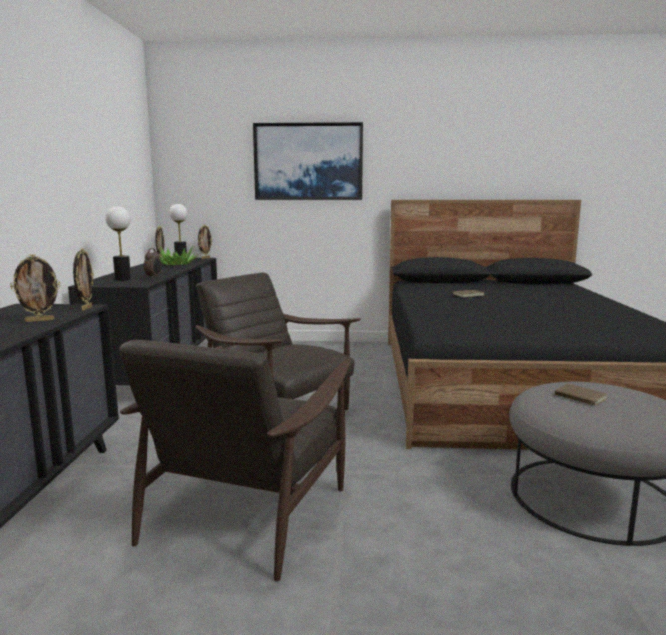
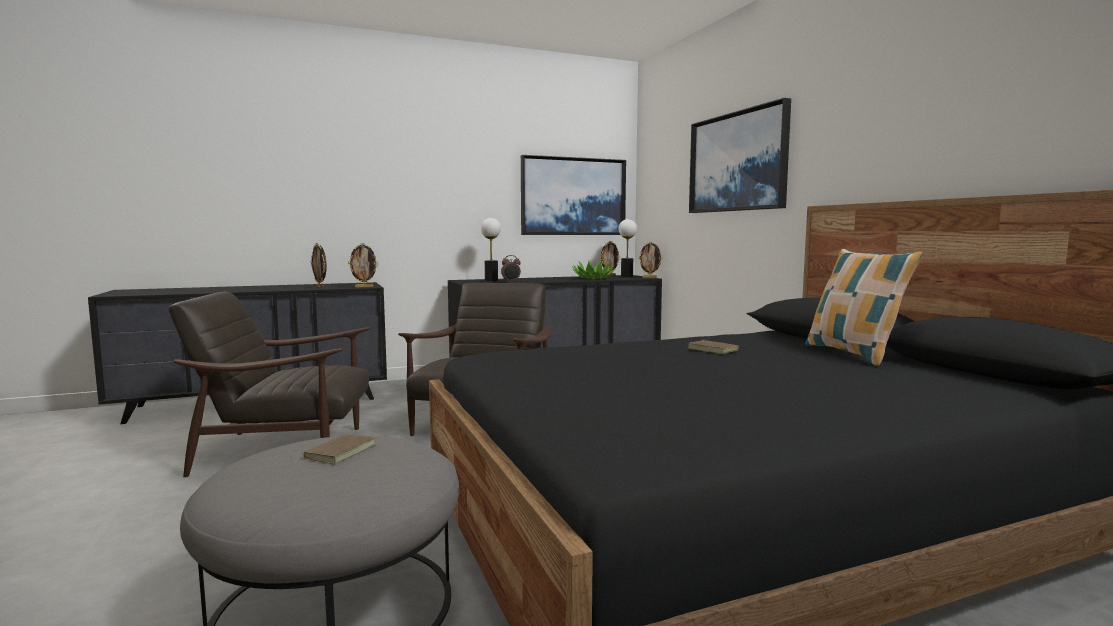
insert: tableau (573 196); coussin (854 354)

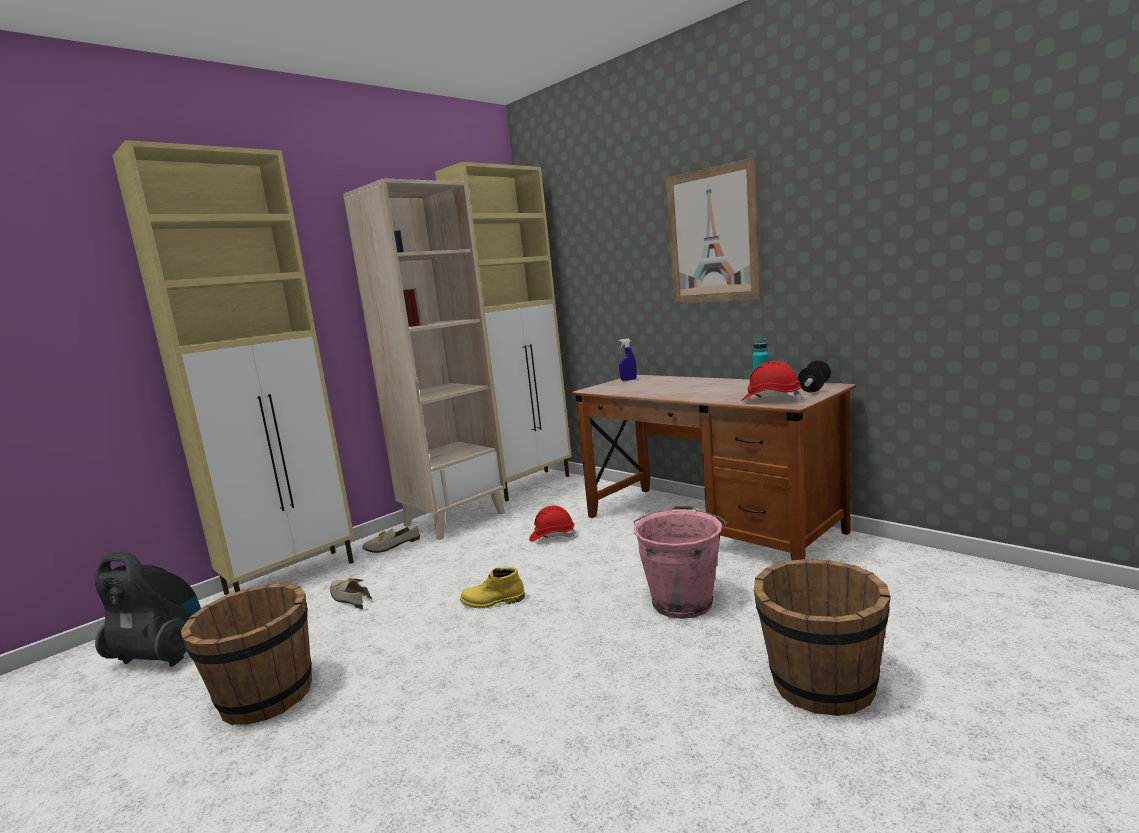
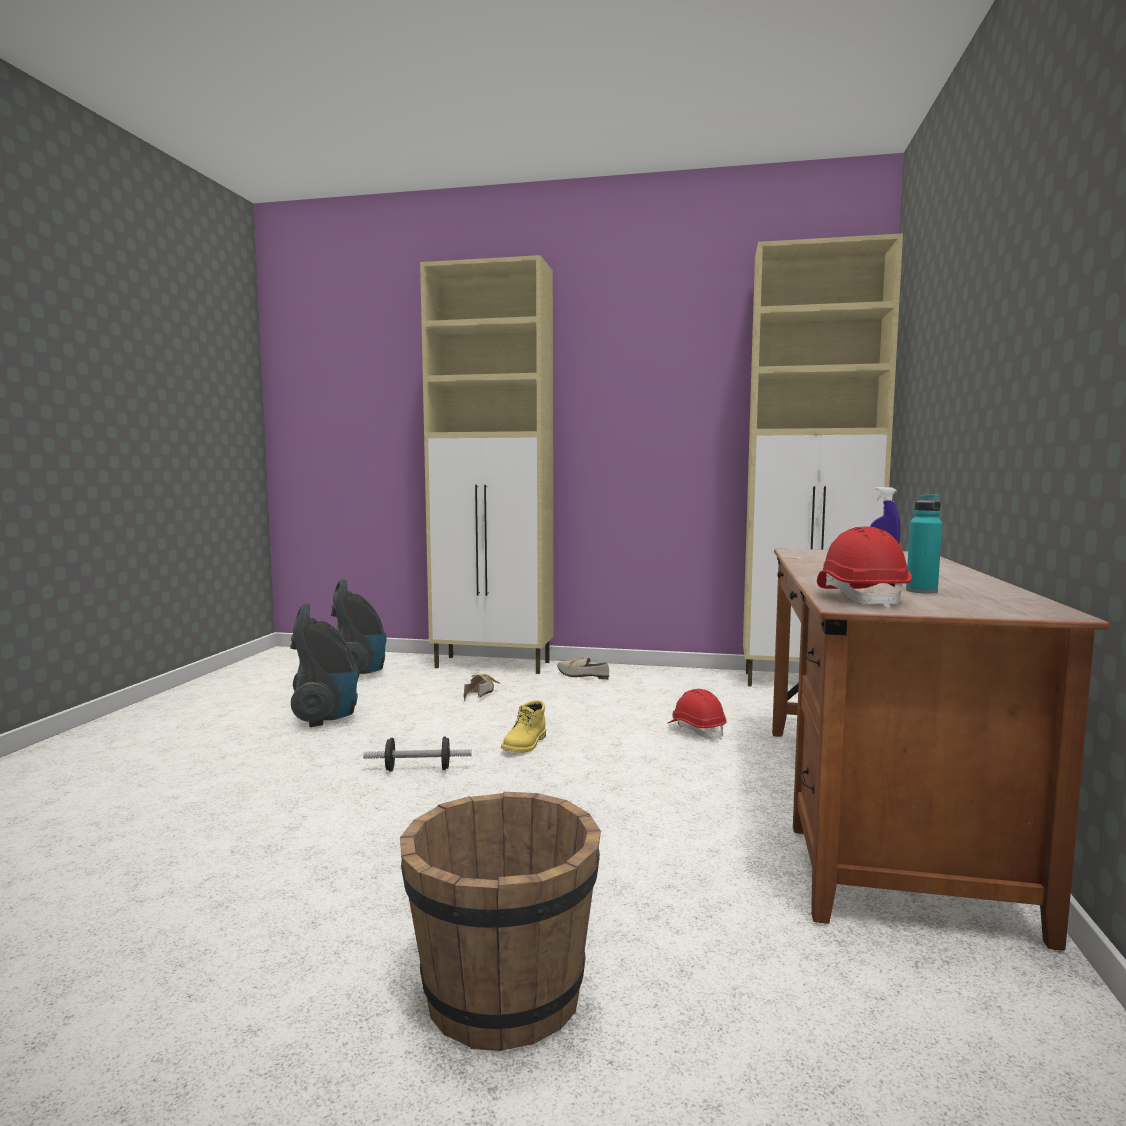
delete: bibliothèque (beige) (454 518); seau (rose) (683 601); tableau (712 236)
move: haltère (814 388) to (418 769)
replace: seau (marron) (265 697) to aspirateur (326 716)
rotate: botte (jaune) (492 602) = (525 744) 120 degrees counterclockwise

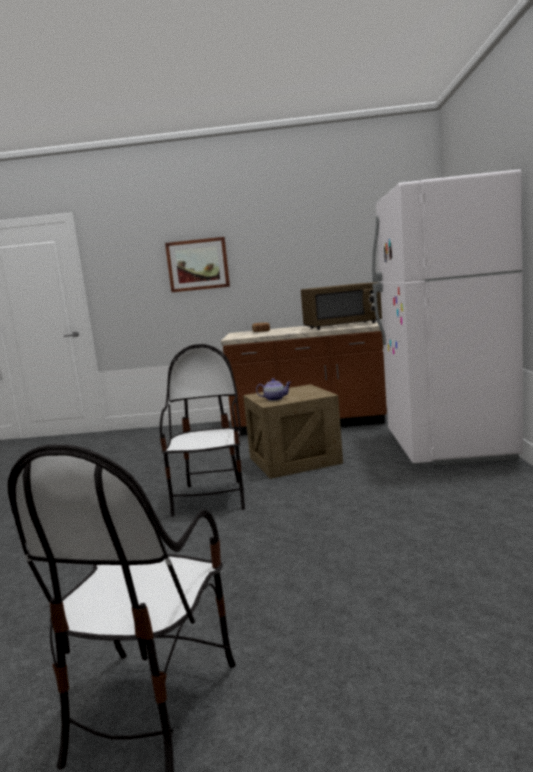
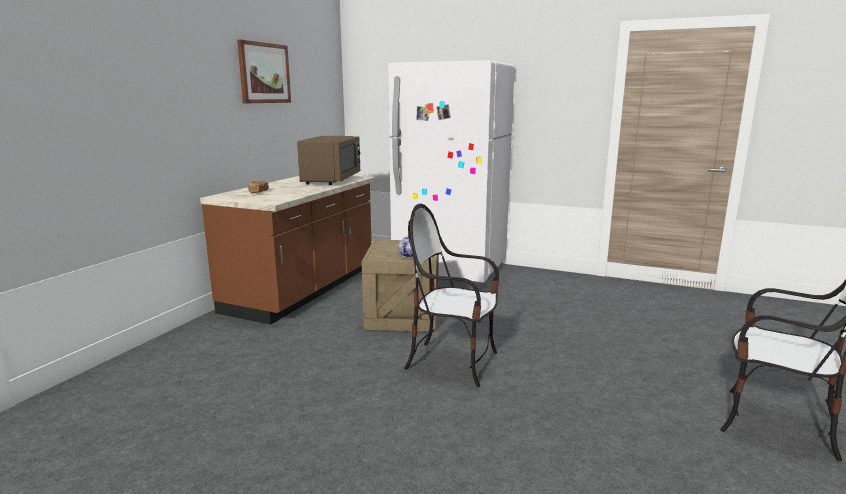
move: tableau (198 265) to (264 73)

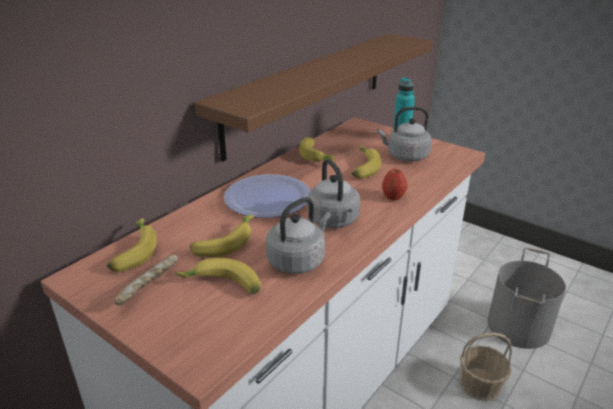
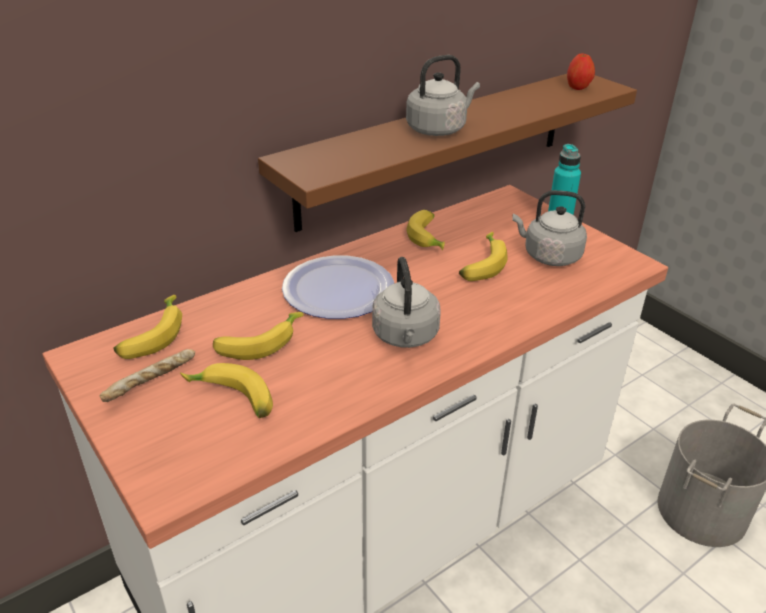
delete: panier (480 385)
move: bouilloire (gris) (298 260) to (438 129); pomme (393 197) to (578 87)

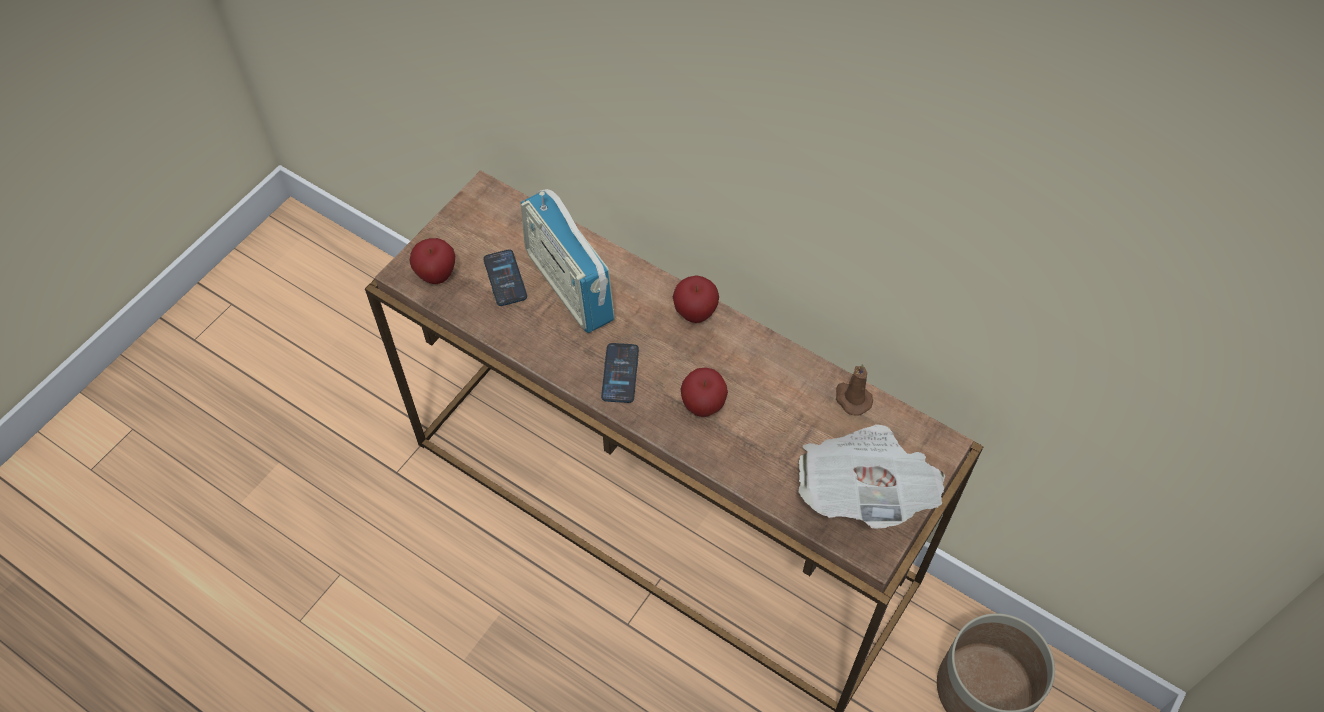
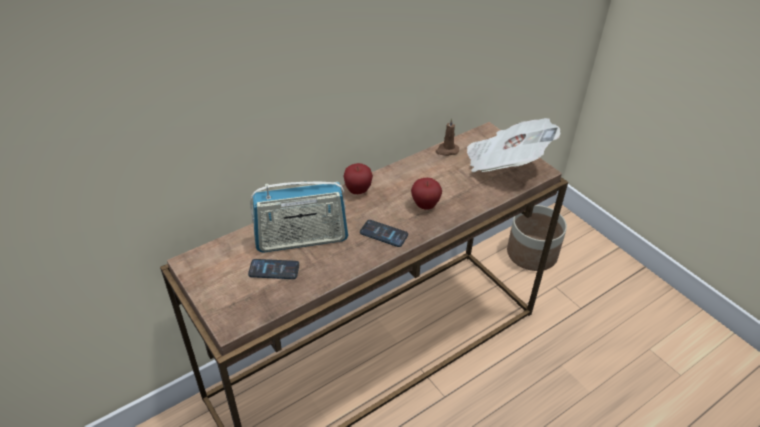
delete: pomme (436 275)

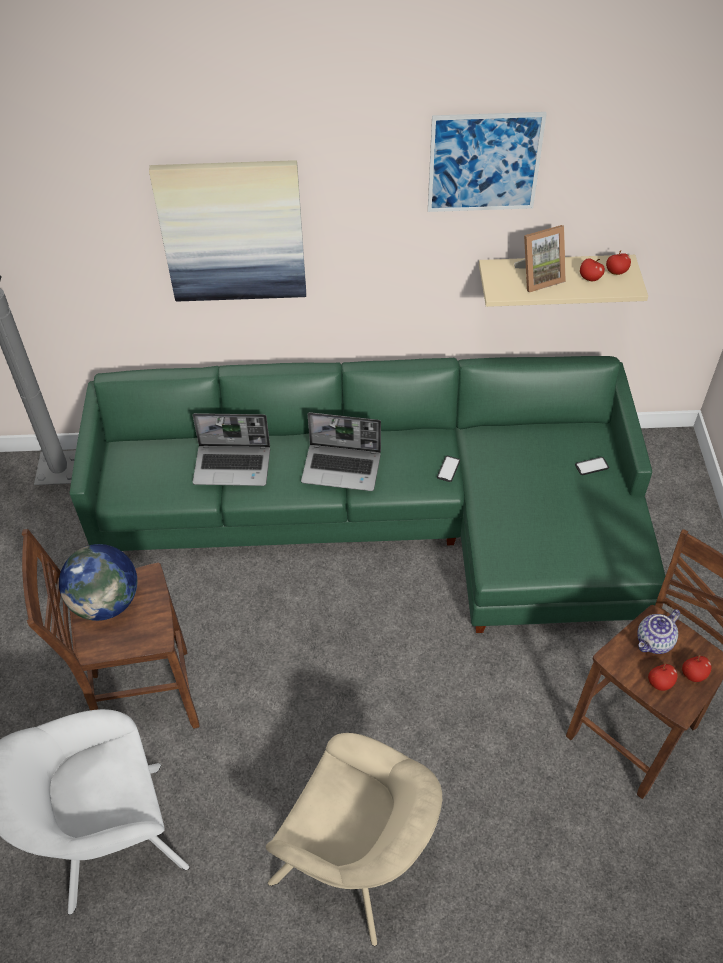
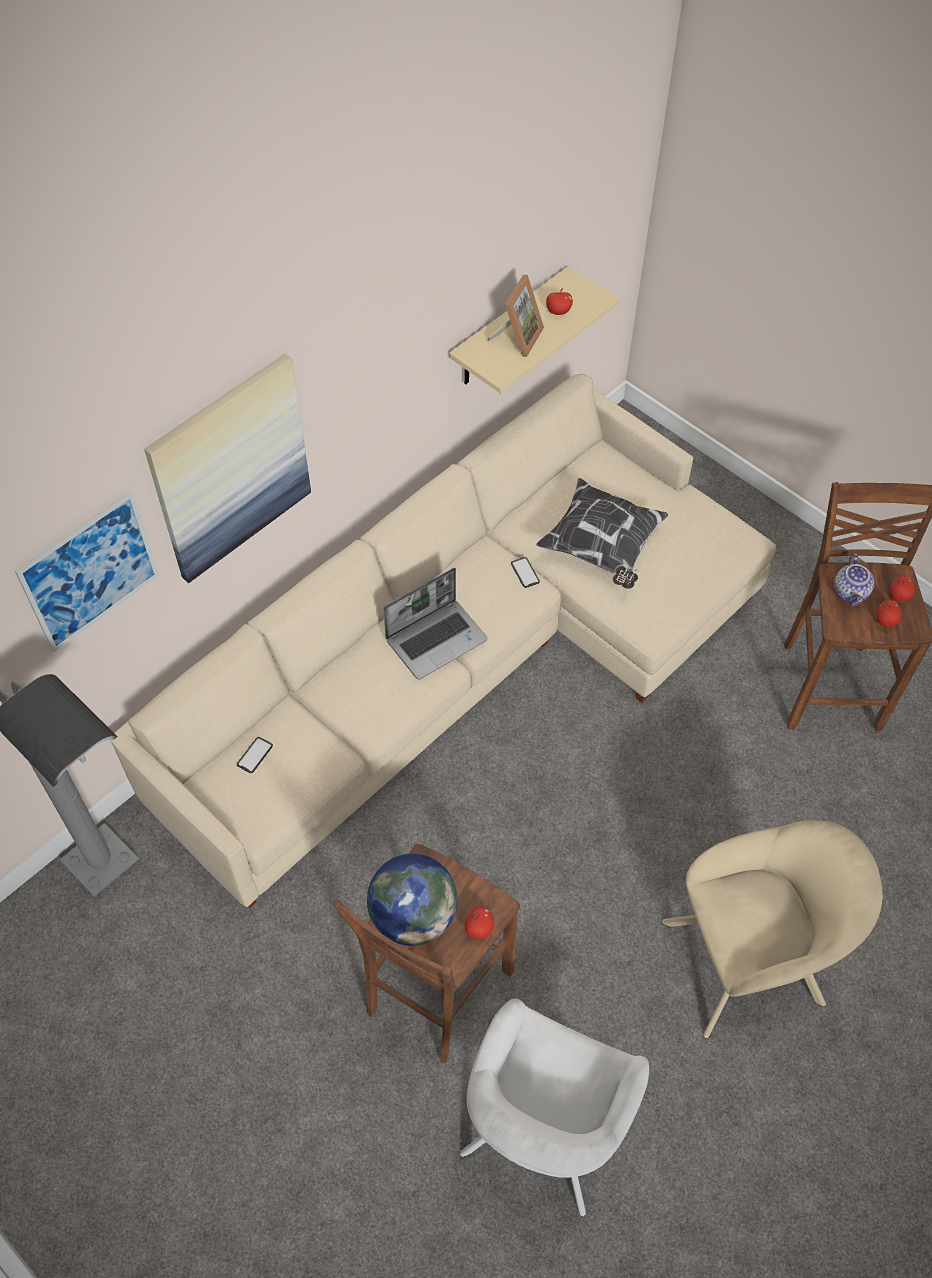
delete: ordinateur portable (233 466)
insert: coussin (602 547)
move: tableau (484 162) to (90 572); téléphone (591 466) to (255 755); pomme (616 272) to (479 928)
recolor: canapé (vert) (392 512) to canapé (beige) (467 654)

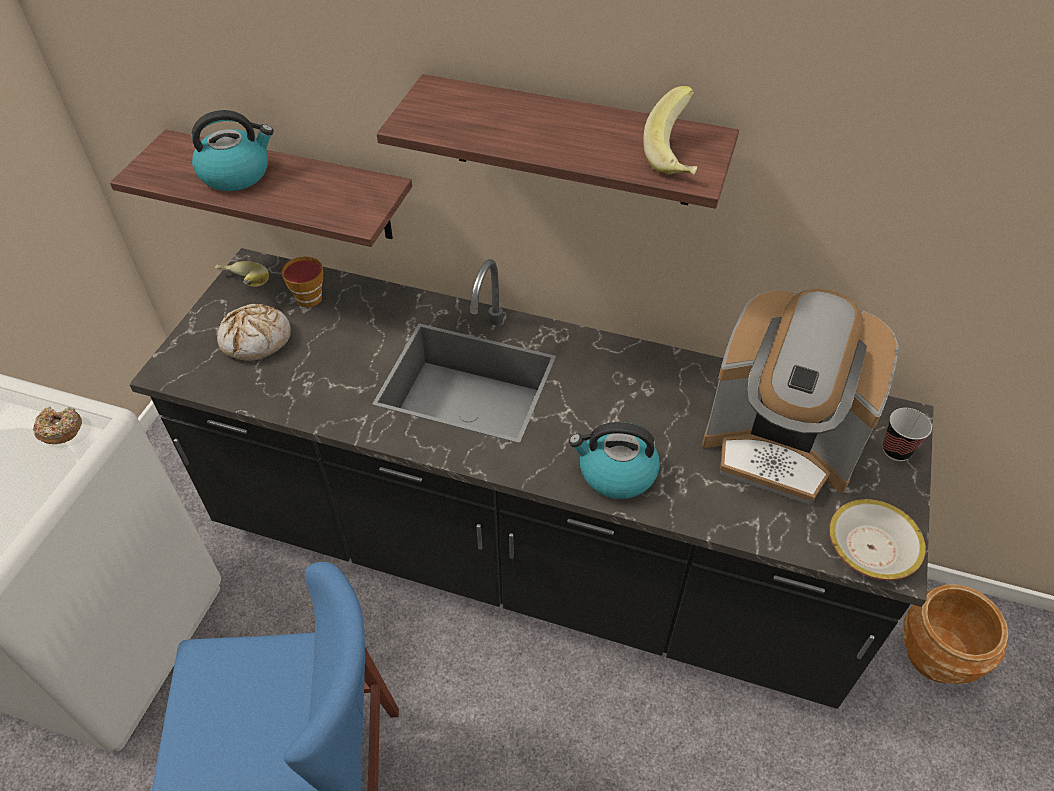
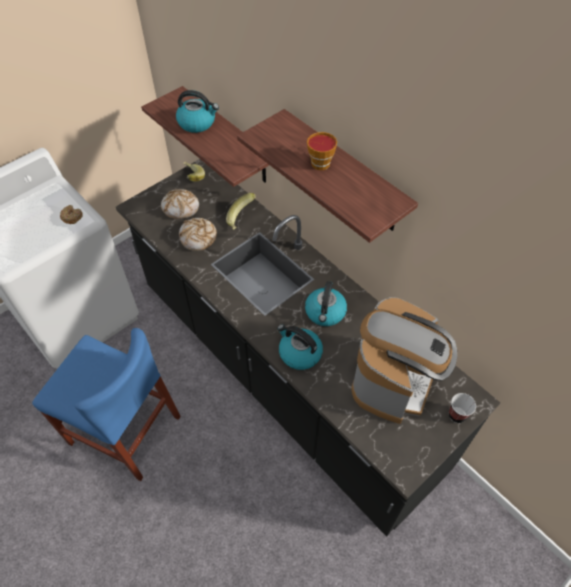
delete: bol (870 548); cache-pot (marron) (937 655)
insert: pain (198 238); bouilloire (325 313)
move: tasse (308 296) to (320 162); banane (677 156) to (242 219)
rotate: machine à café (779 446) = (393 381) 120 degrees counterclockwise

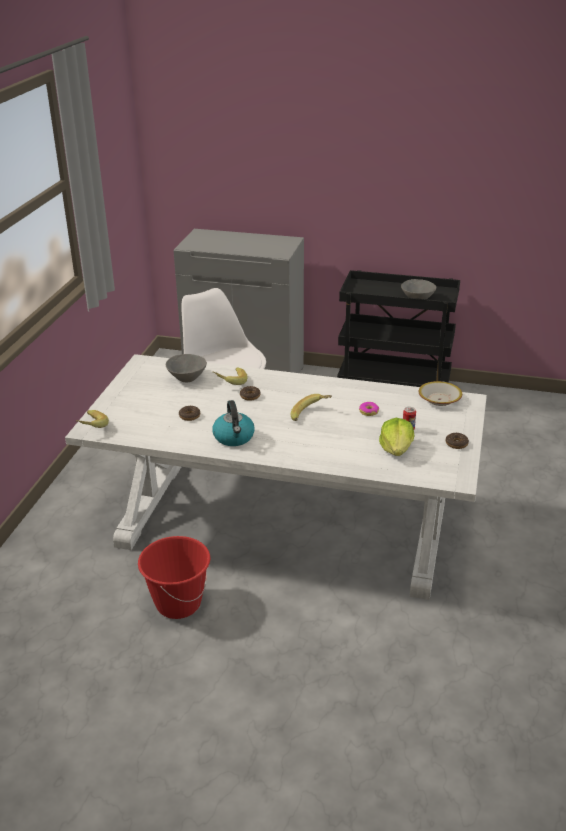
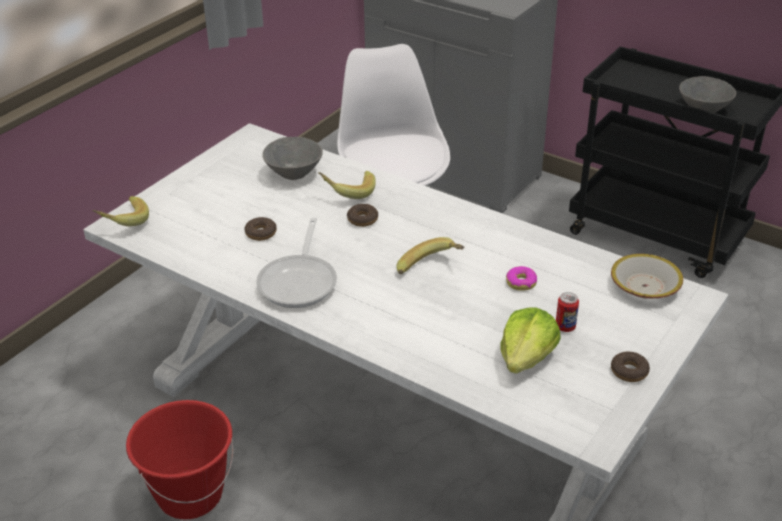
replace: bouilloire (234 437) to poêle (300 281)

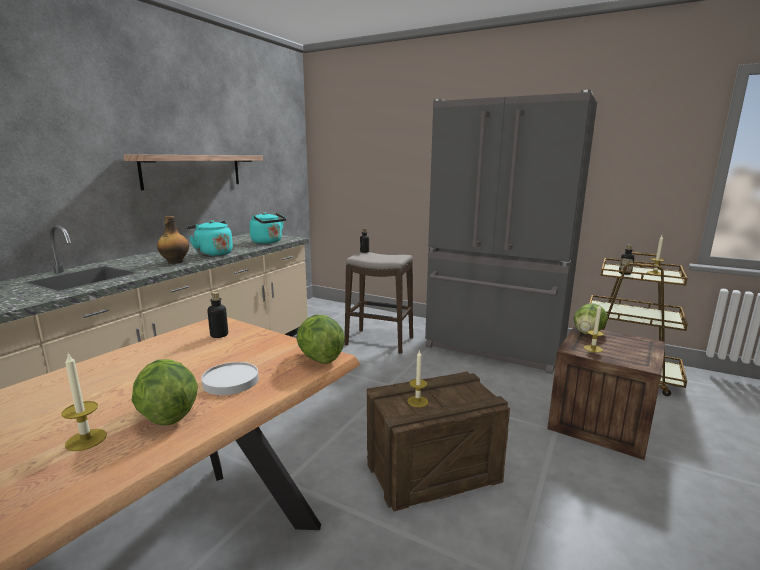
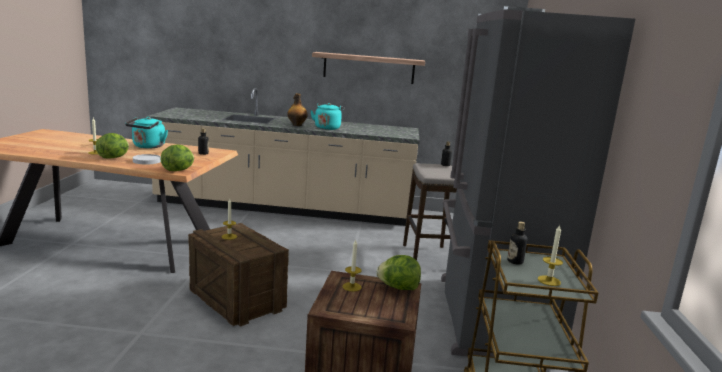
move: bouilloire (turquoise) (268 242) to (148 147)

